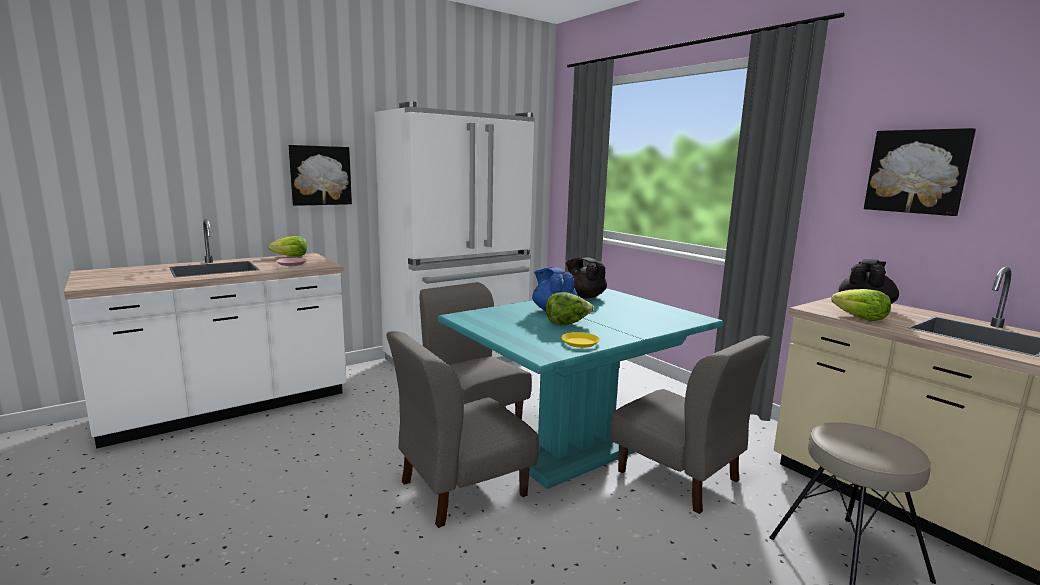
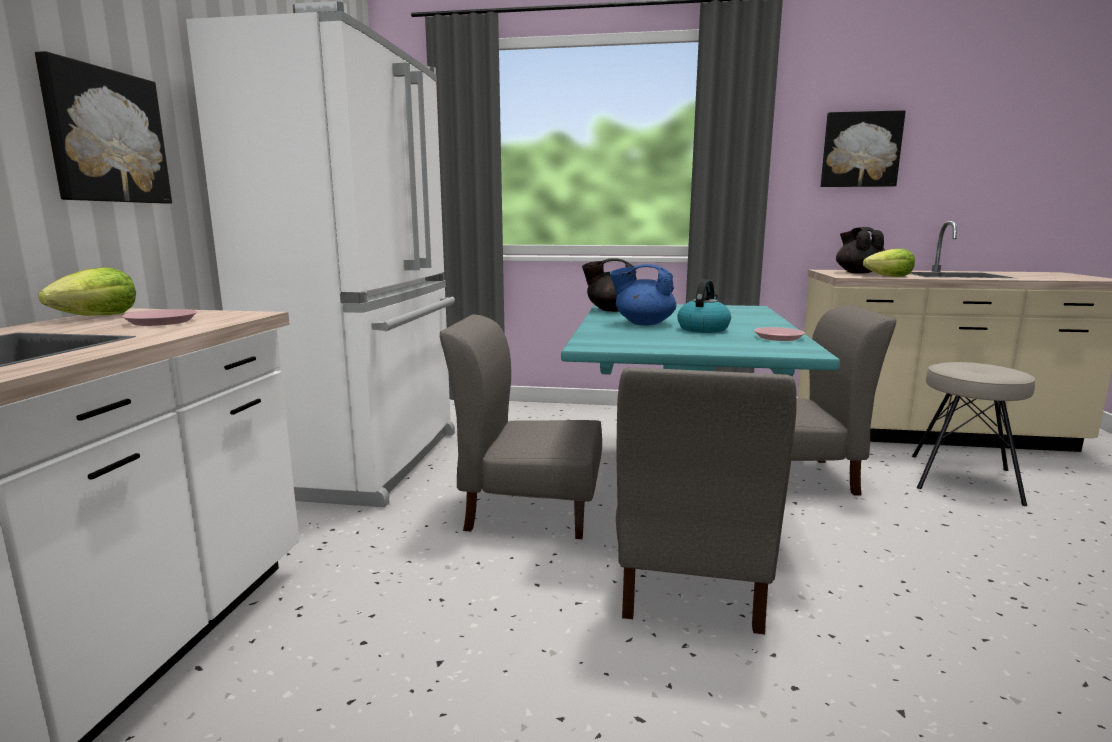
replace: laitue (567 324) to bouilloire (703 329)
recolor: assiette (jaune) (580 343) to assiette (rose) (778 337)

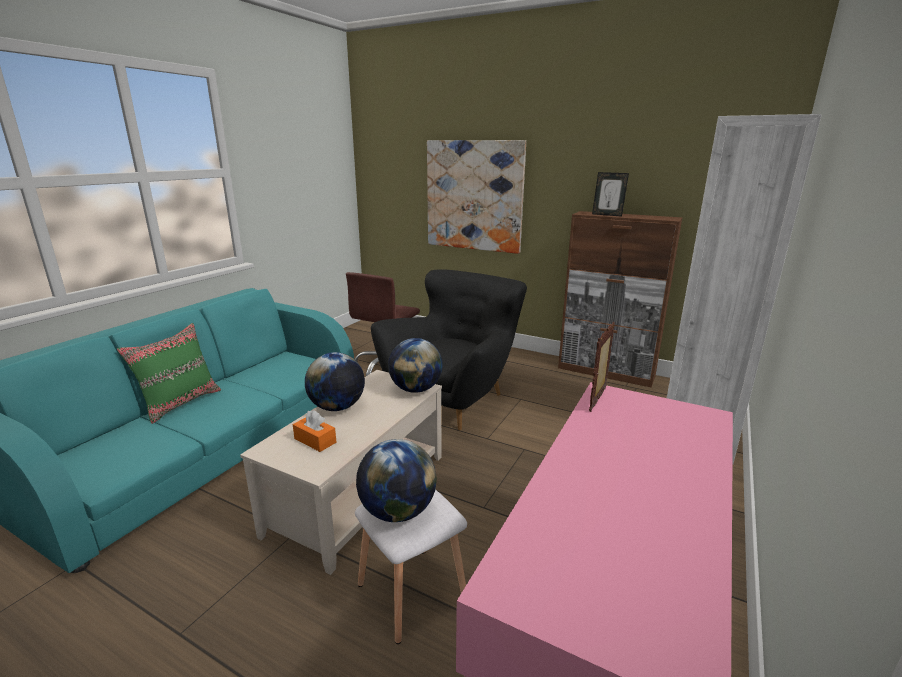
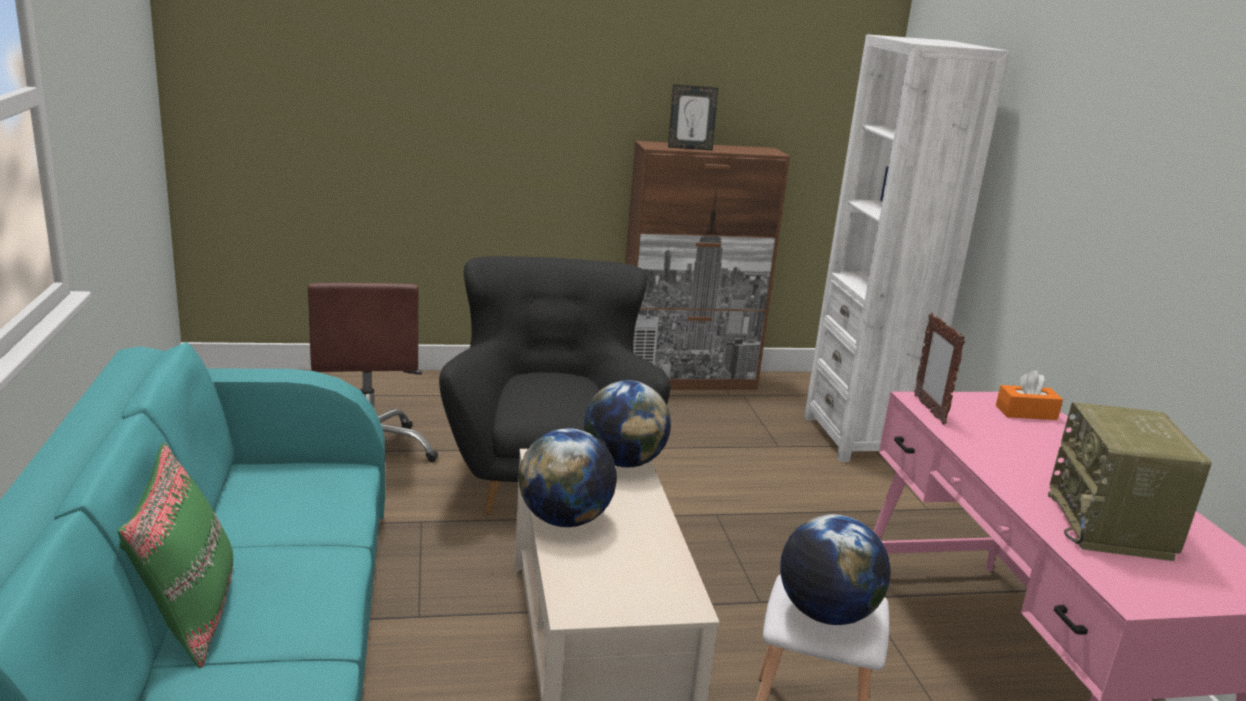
delete: tableau (474 196)
insert: radio (1111 527)
move: boîte à mouchoirs (orange) (315 440) to (1026 412)

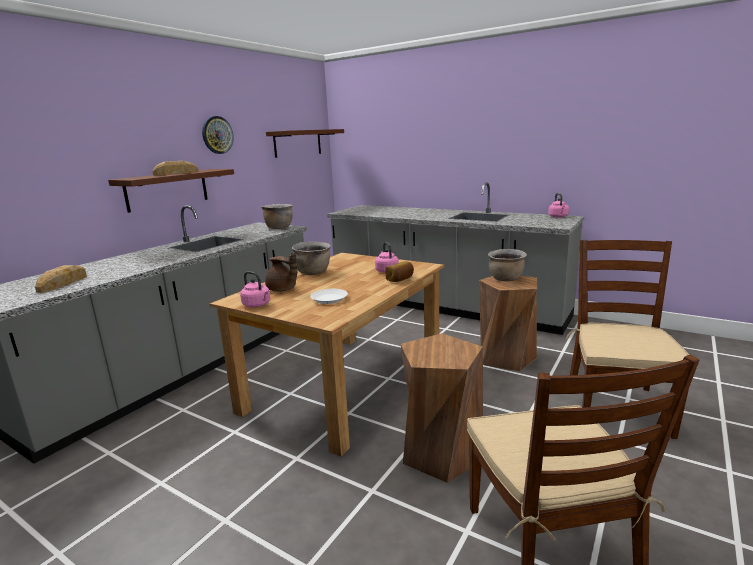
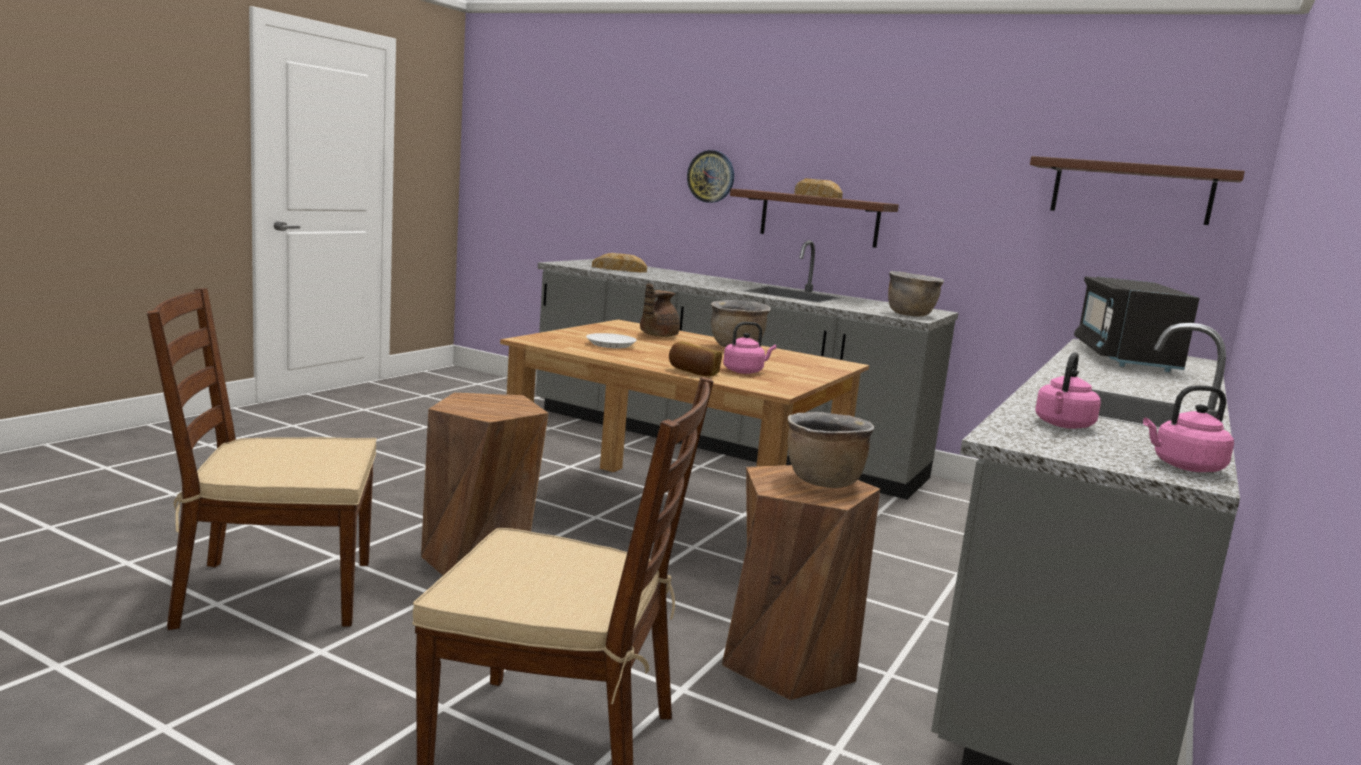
insert: micro-ondes (noir) (1124 358)
move: horloge murale (217 135) to (711 176); bouilloire (rose) (257 305) to (1063 425)

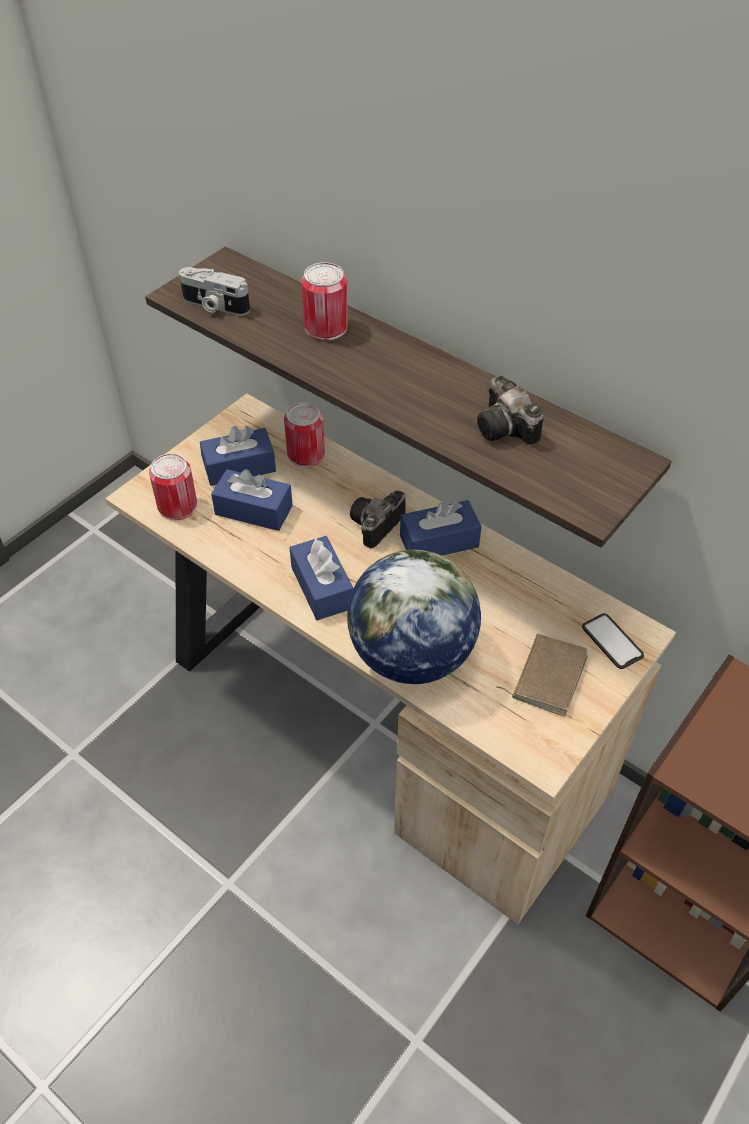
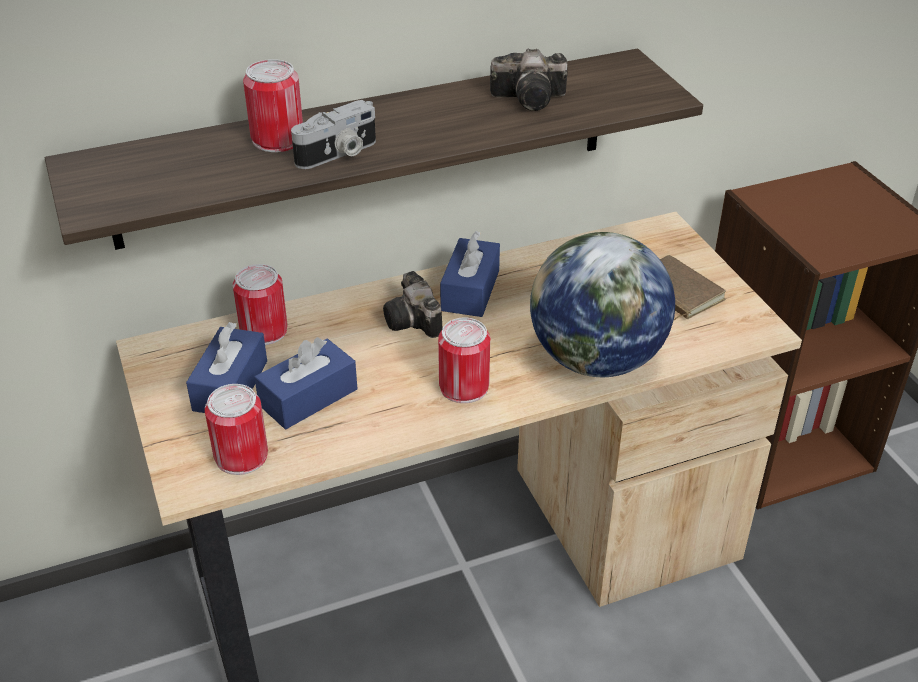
delete: téléphone (612 641)
move: appareil photo (214 306) to (338 154)
replace: boîte à mouchoirs (bleu) (322 587) to boîte métallique (464 387)

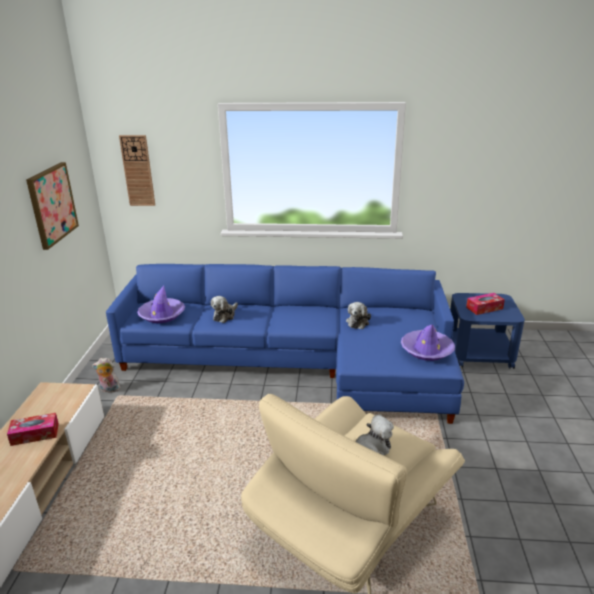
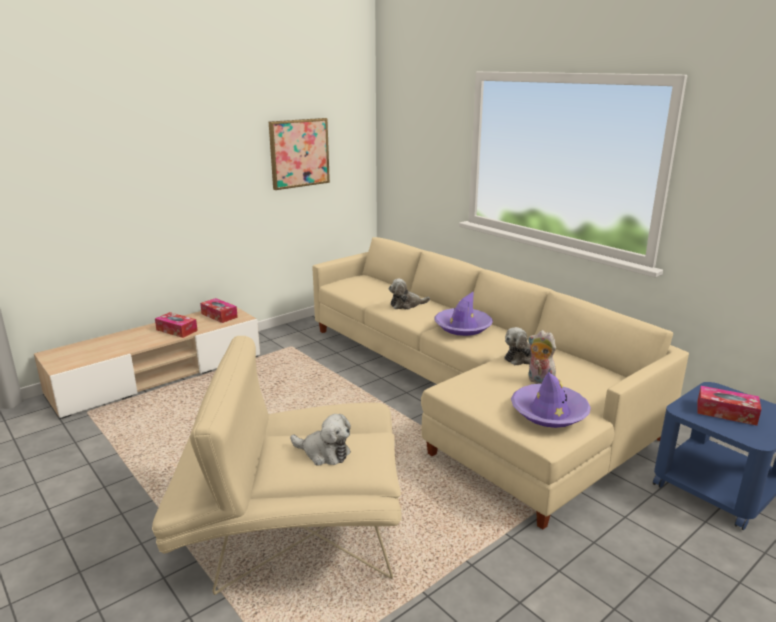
delete: horloge murale (138 171)
insert: boîte à mouchoirs (219 315)
move: peluche (109 390) to (539 382); chapeau (violet) (162 315) to (462 327)
recolor: canapé (bleu) (299 362) to canapé (beige) (469 390)

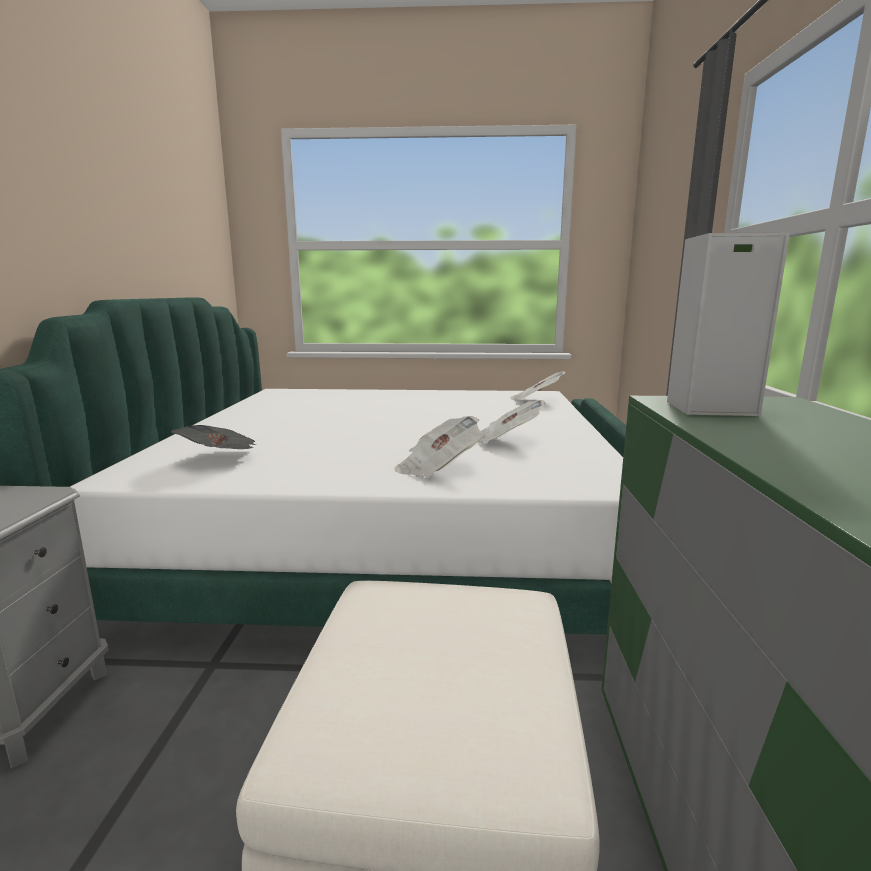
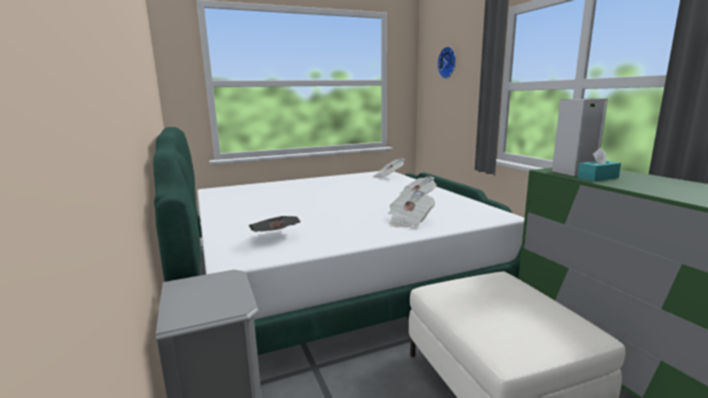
insert: horloge murale (448 62); boîte à mouchoirs (turquoise) (597 178)

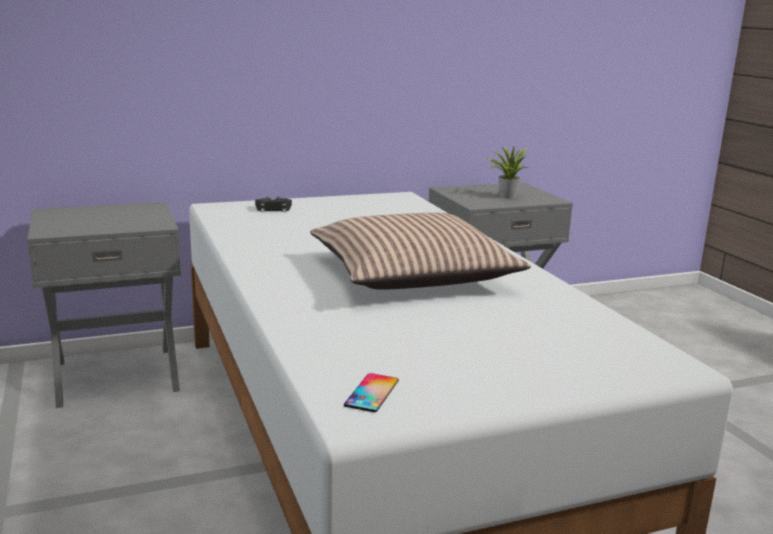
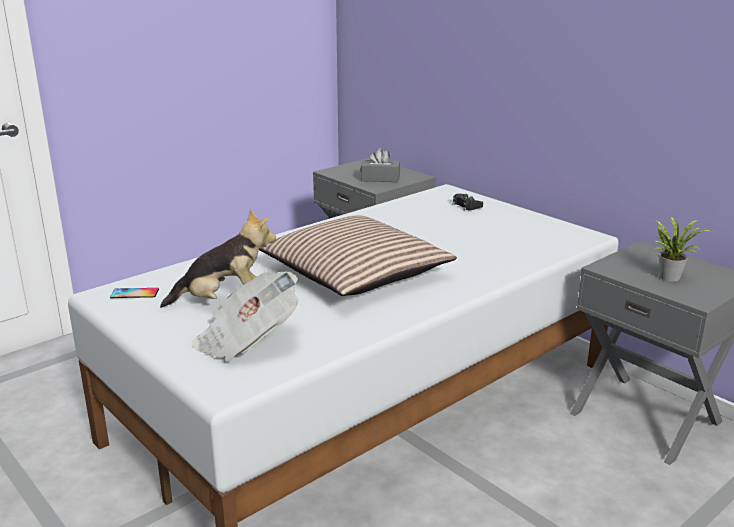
insert: peluche (224 301); journal (247 340); boîte à mouchoirs (gris) (380 178)

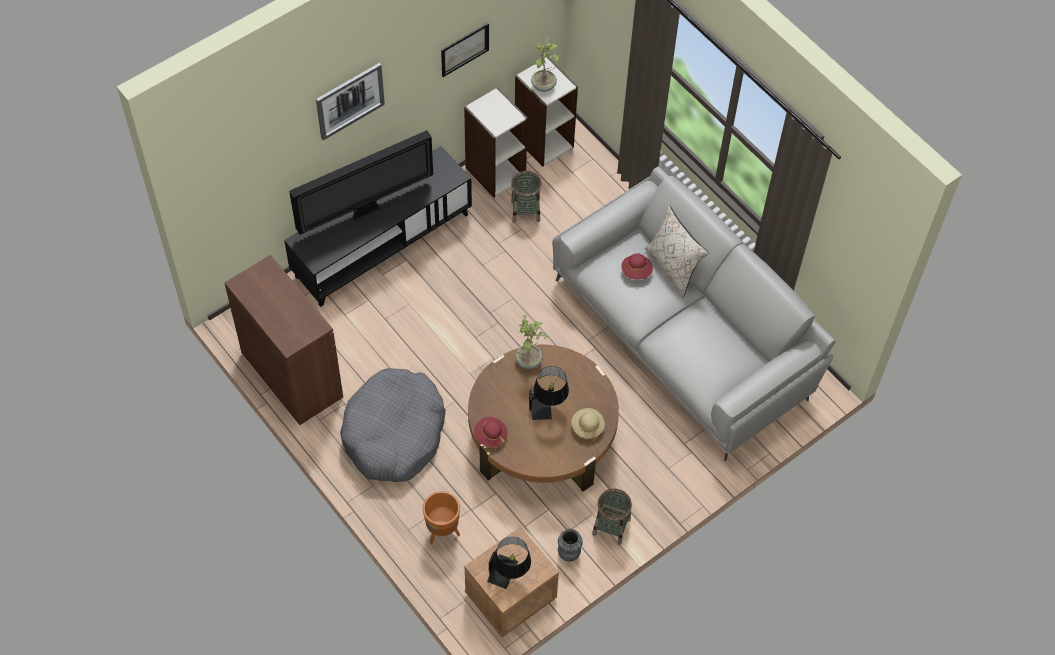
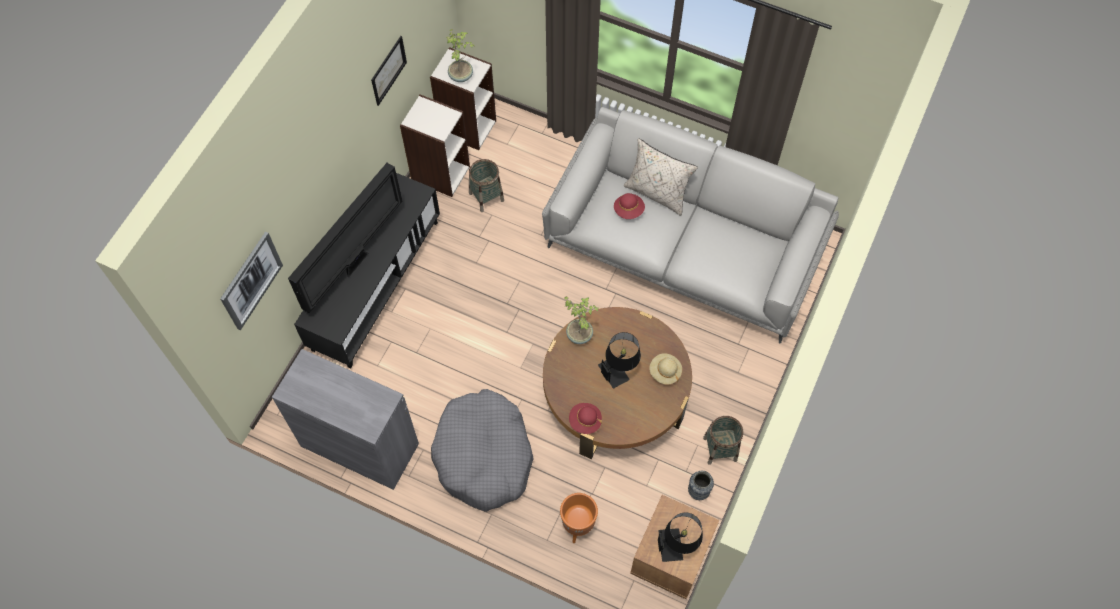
move: tableau (350 100) to (251 280)
recolor: meuble de rangement (marron) (292 374) to meuble de rangement (gris) (359 445)

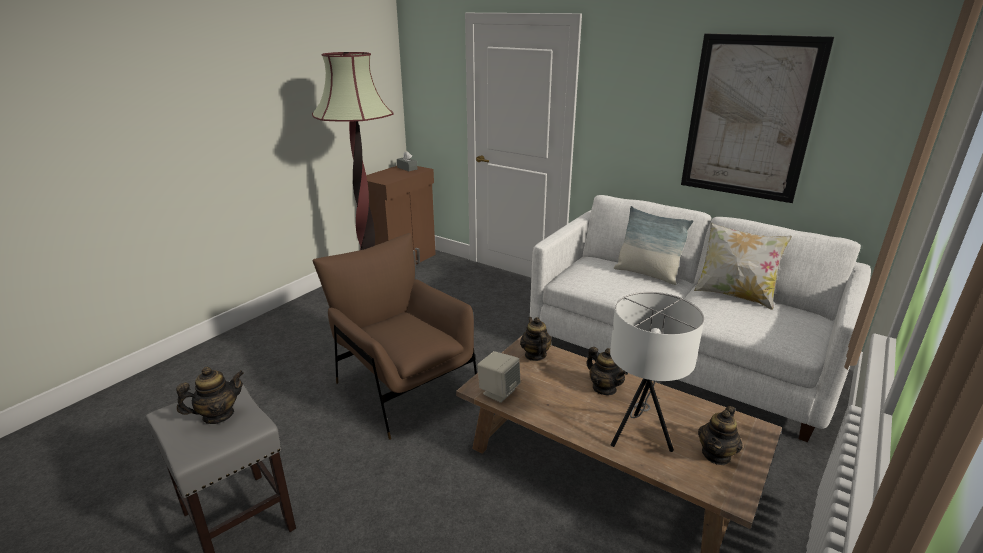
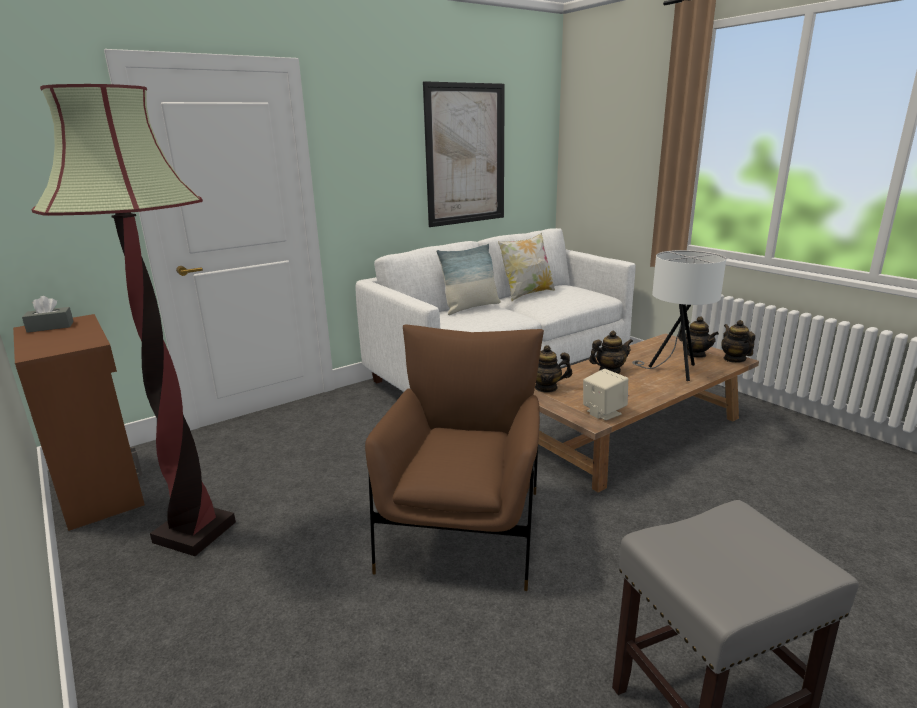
move: théière (218 415) to (734 359)
rotate: fauteuil (marron) (404 385) = (463 525) 120 degrees clockwise

